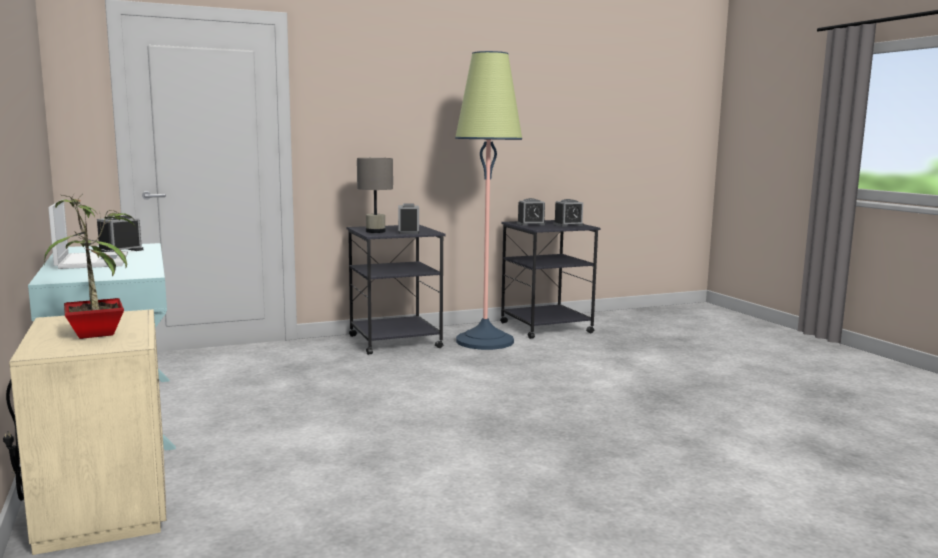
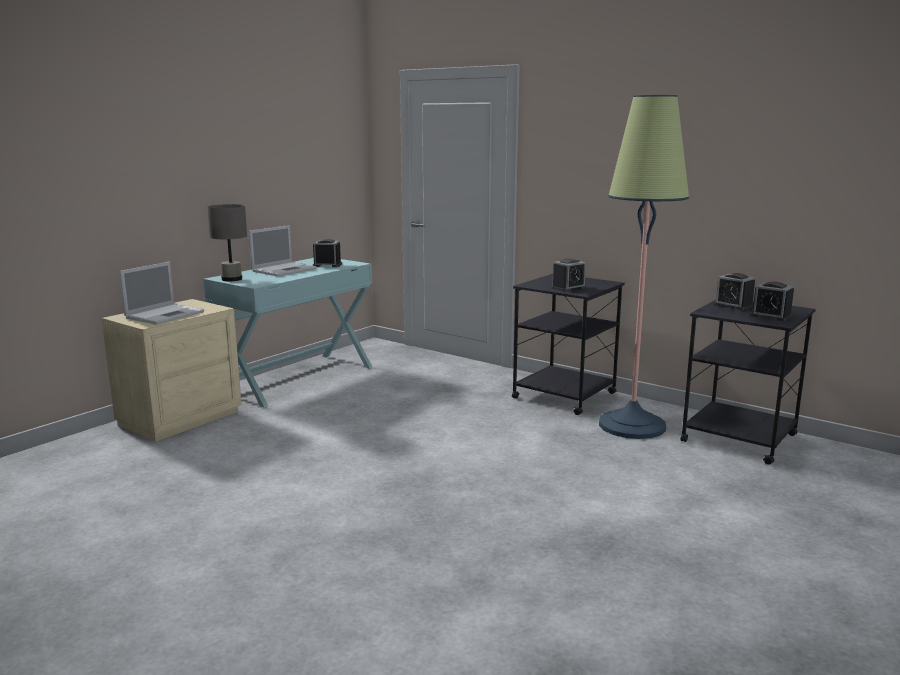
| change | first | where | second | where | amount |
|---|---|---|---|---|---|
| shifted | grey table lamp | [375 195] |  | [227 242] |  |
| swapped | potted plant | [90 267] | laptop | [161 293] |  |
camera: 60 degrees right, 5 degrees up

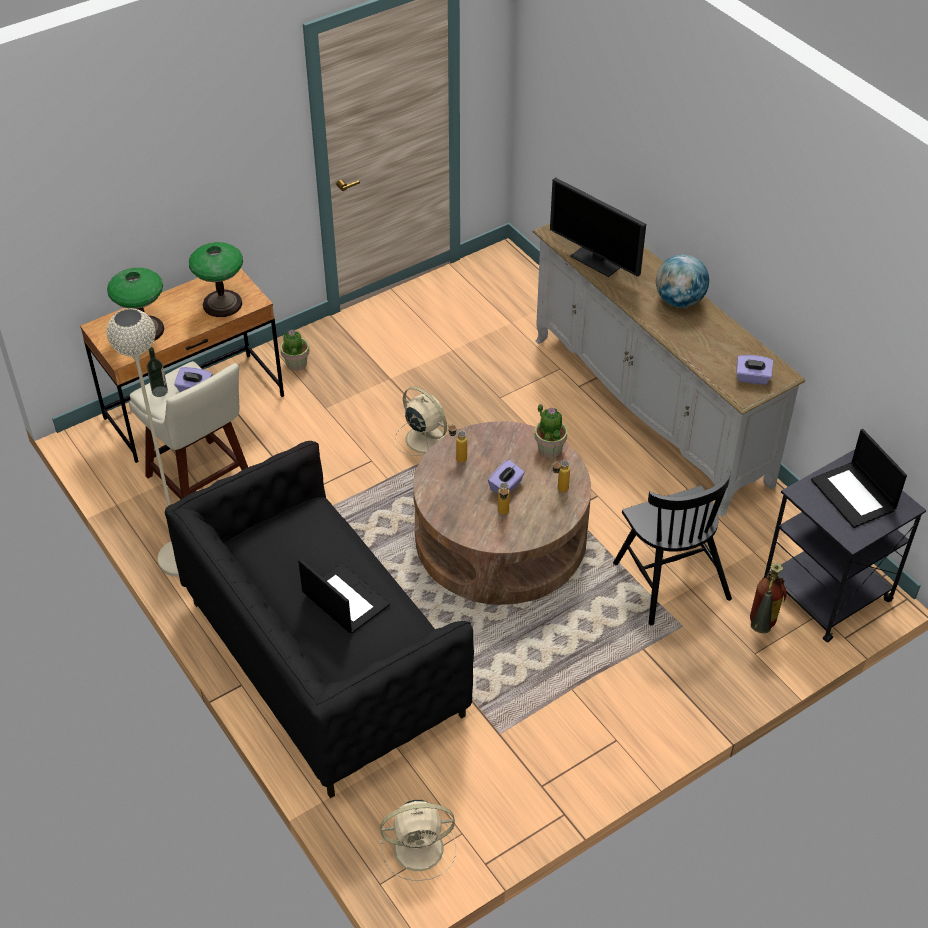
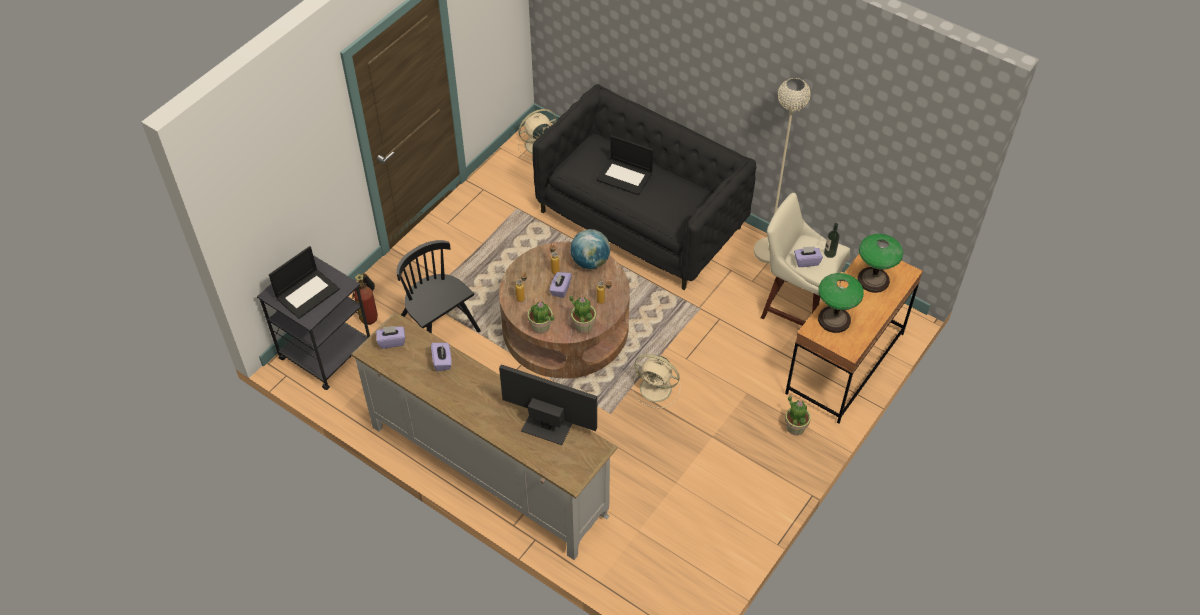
| change | first | where | second | where | amount |
|---|---|---|---|---|---|
| shifted | globe | [682 281] |  | [590 249] |  |
| rotated | laptop | [859 478] |  | [304 282] | 90 degrees clockwise |
| new |  |  | potted plant | [582 314] |  |
| new |  |  | purple tissue box | [441 357] |  |
camera: 160 degrees right, 5 degrees up

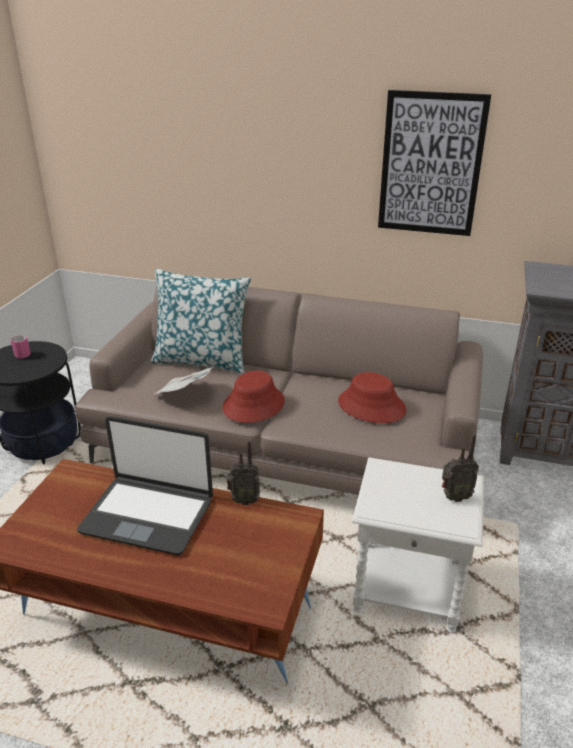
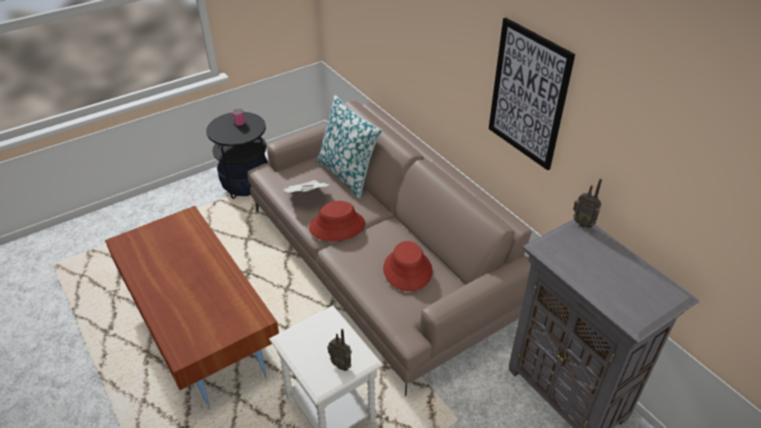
| change | first | where | second | where | amount |
|---|---|---|---|---|---|
| gone | laptop | [145 485] |  |  |  |
| shifted | radio | [243 472] |  | [587 203] |  |
camera: 40 degrees right, 10 degrees up

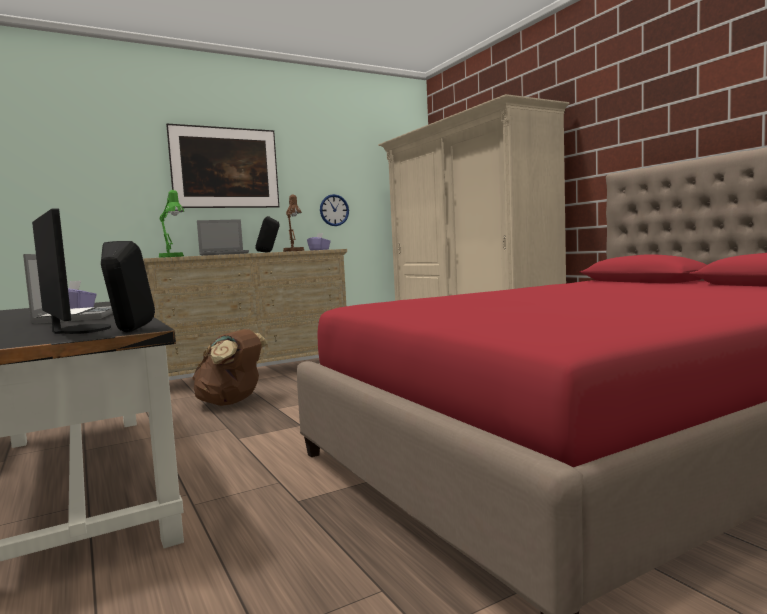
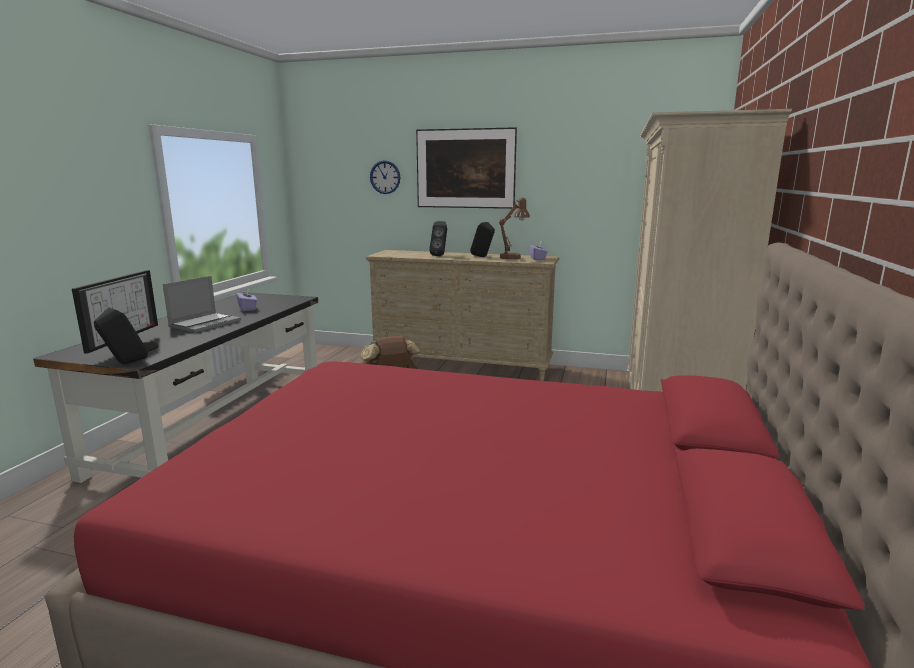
| change | first | where | second | where | amount |
|---|---|---|---|---|---|
| gone | green table lamp | [171 224] |  |  |  |
| shifted | wall clock | [334 210] |  | [385 177] |  |
| swapped | laptop | [223 237] | black speaker | [438 238] |  |
camera: 45 degrees right, 10 degrees up

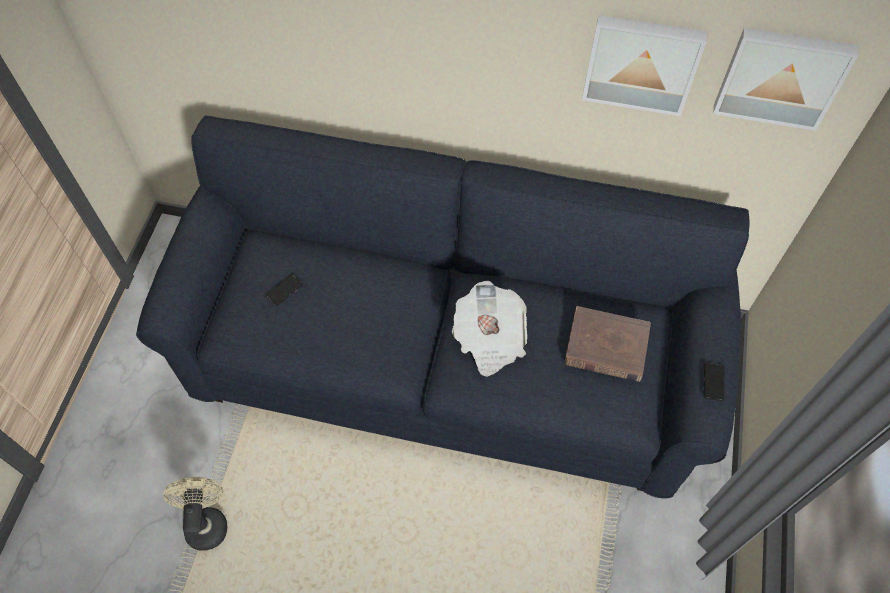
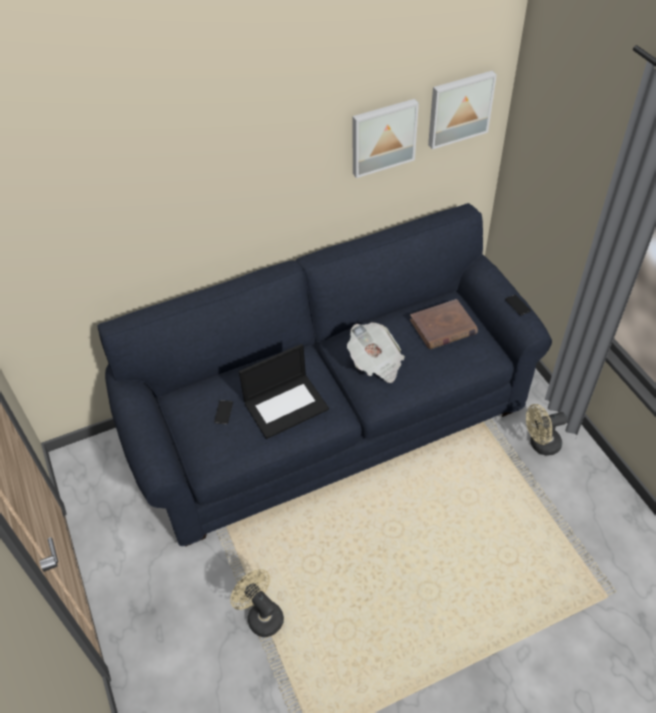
| change | first | where | second | where | amount |
|---|---|---|---|---|---|
| new |  |  | laptop | [284 391] |  |
| new |  |  | beige fan | [546 430] |  |
camera: 35 degrees left, 10 degrees down

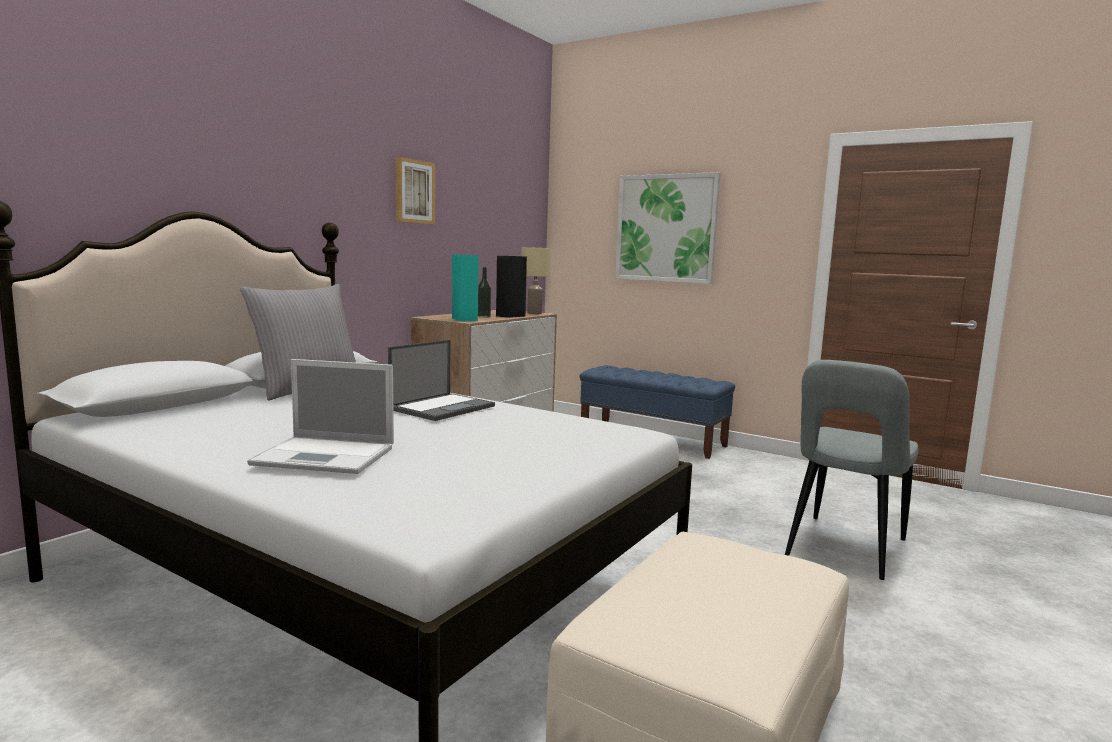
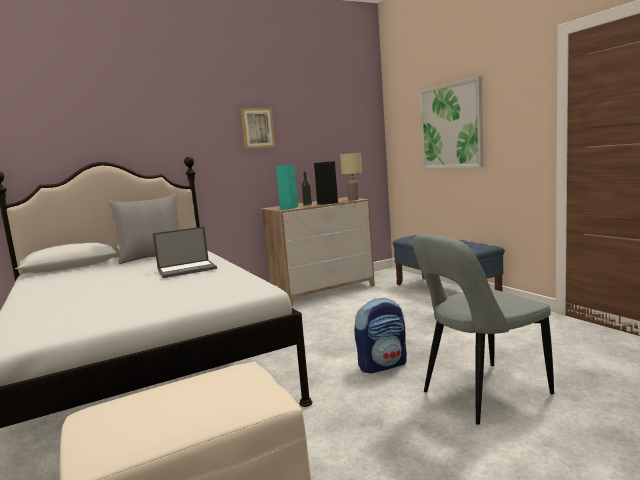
| change | first | where | second | where | amount |
|---|---|---|---|---|---|
| gone | laptop | [320 416] |  |  |  |
| new |  |  | backpack | [380 335] |  |
camera: 30 degrees right, 0 degrees up

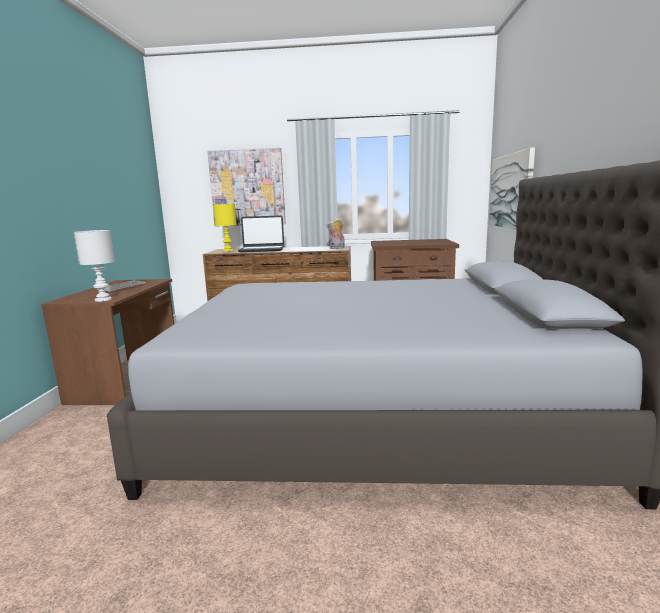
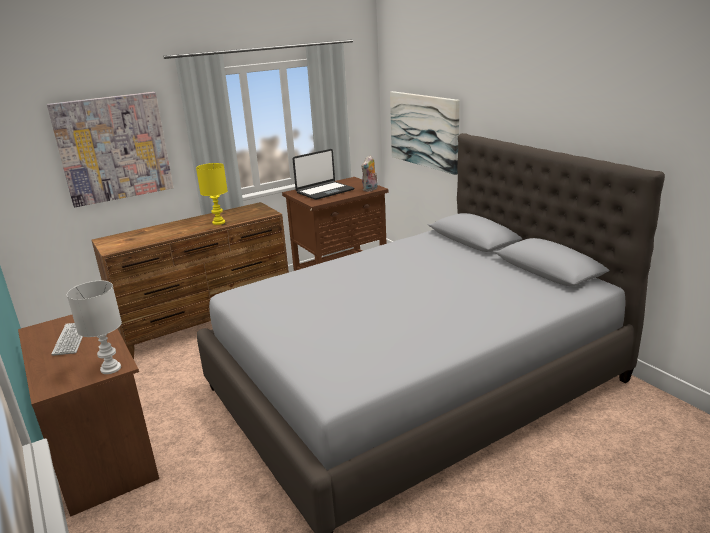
| change | first | where | second | where | amount |
|---|---|---|---|---|---|
| shifted | yellow table lamp | [225 227] |  | [212 194] |  |
| shifted | laptop | [261 233] |  | [323 174] |  |
| shifted | plush toy | [335 233] |  | [369 173] |  |
camera: 35 degrees left, 10 degrees up

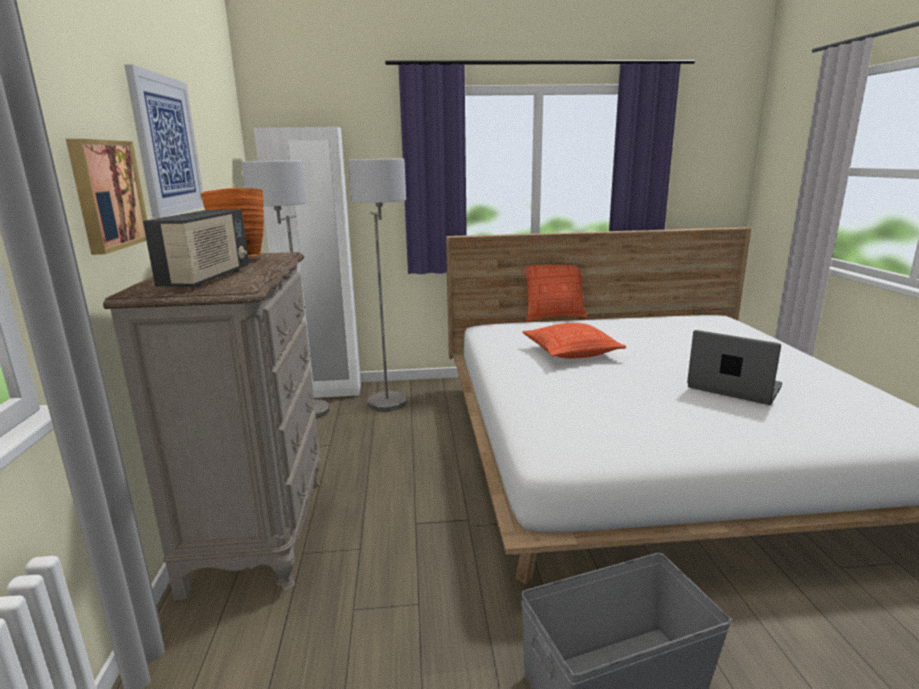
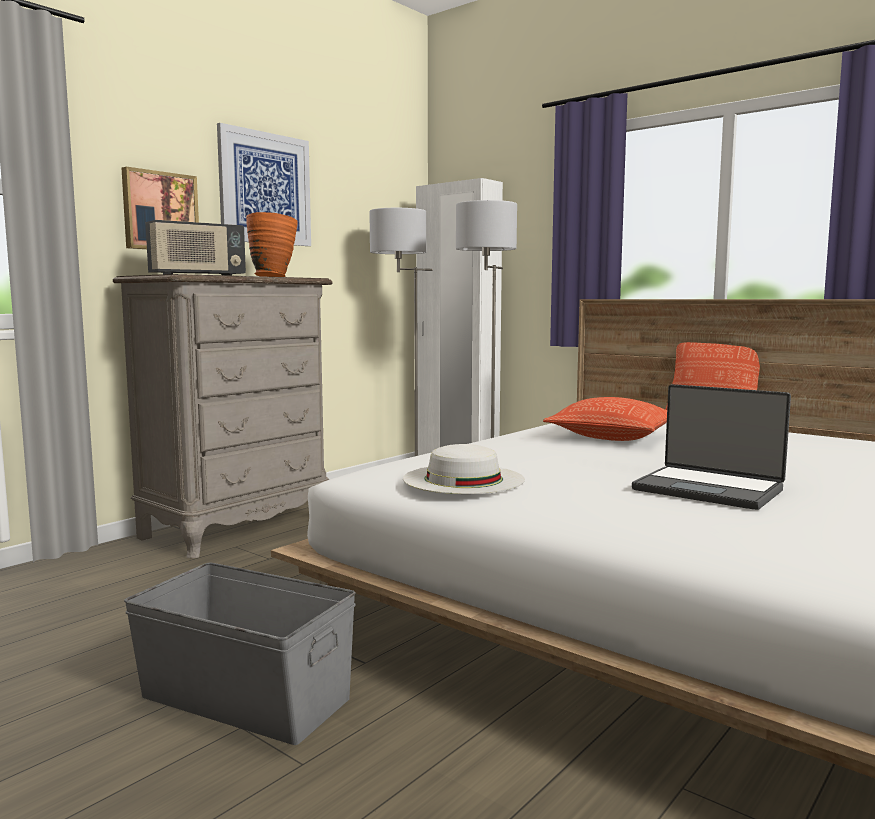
| change | first | where | second | where | amount |
|---|---|---|---|---|---|
| rotated | laptop | [734 367] |  | [711 447] | 135 degrees clockwise |
| new |  |  | white hat | [464 469] |  |
camera: 45 degrees right, 10 degrees down

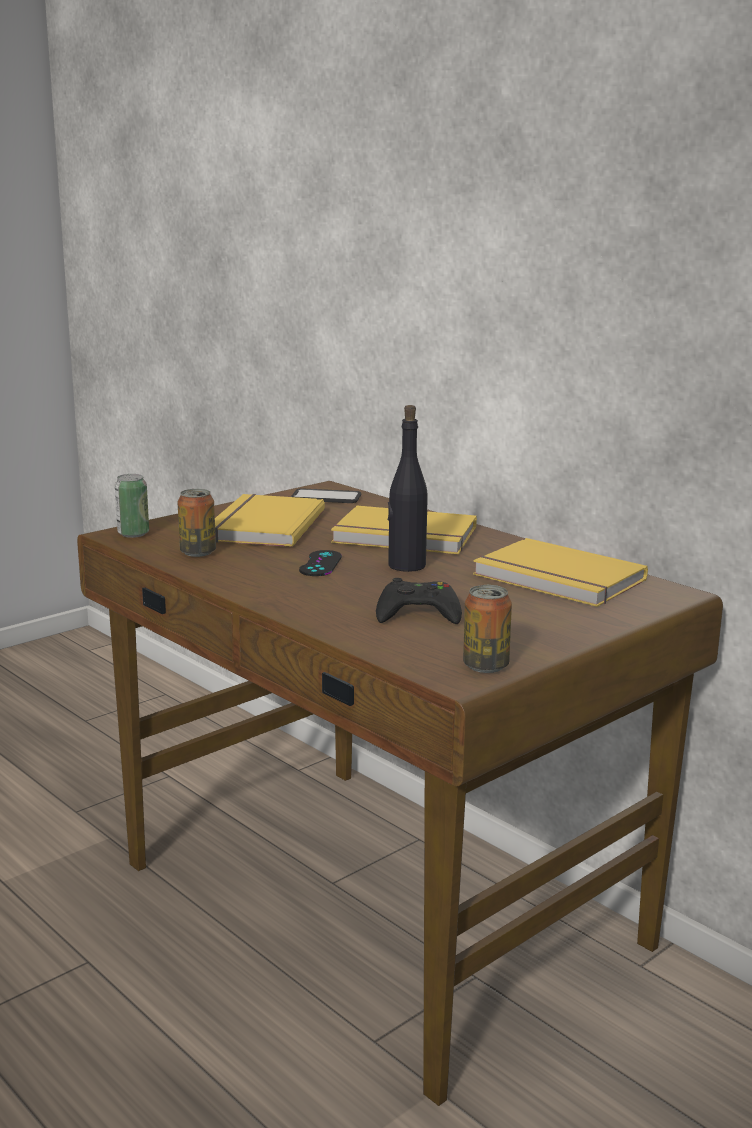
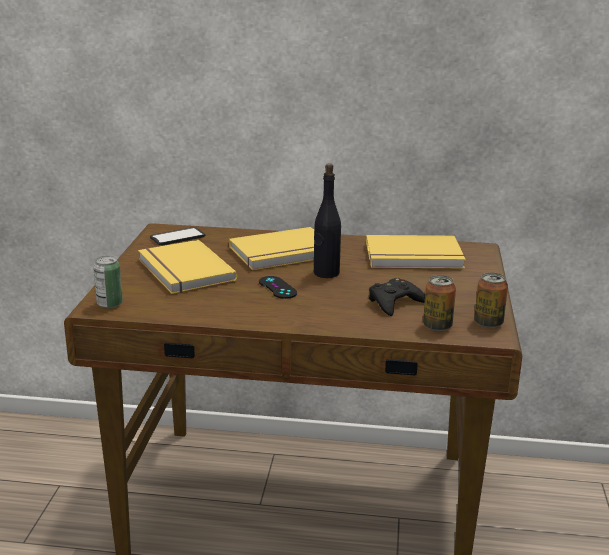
| change | first | where | second | where | amount |
|---|---|---|---|---|---|
| shifted | can | [196 523] |  | [439 303] |  |
camera: 40 degrees left, 5 degrees up

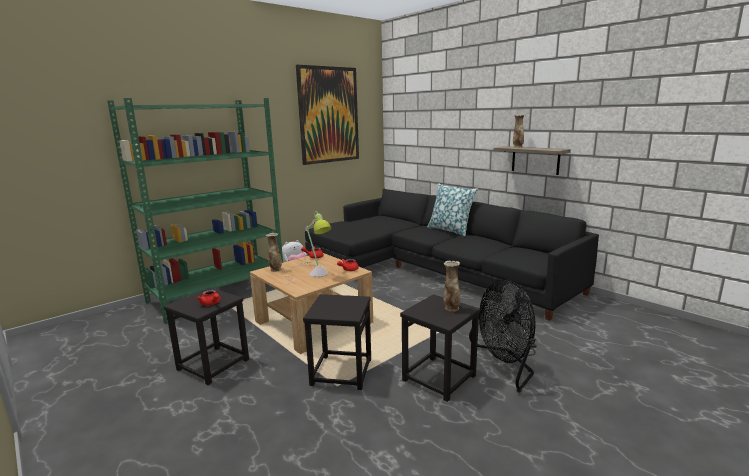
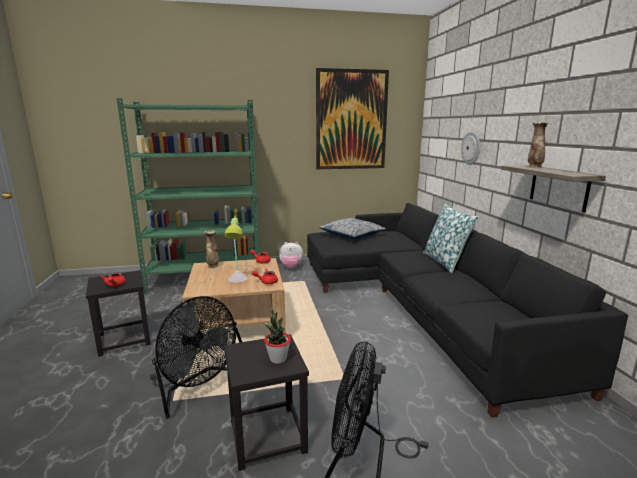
| change | first | where | second | where | amount |
|---|---|---|---|---|---|
| swapped | vase | [452 286] | potted plant | [277 336] |  |
| swapped | black stool | [337 342] | black fan | [196 357] |  |
| new |  |  | wall clock | [470 148] |  |
| new |  |  | pillow | [352 228] |  |
camera: 30 degrees right, 0 degrees up

